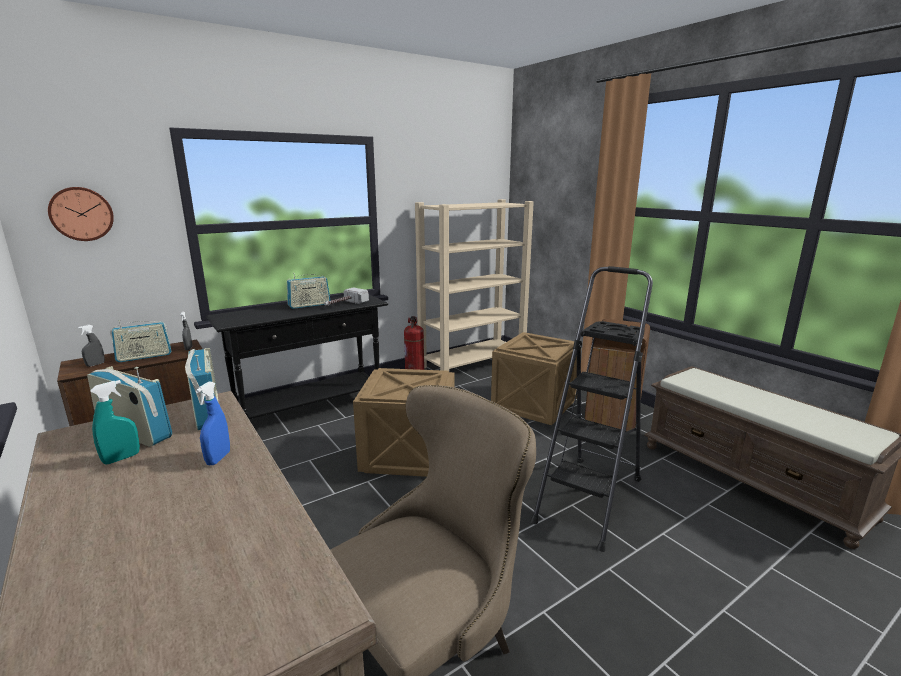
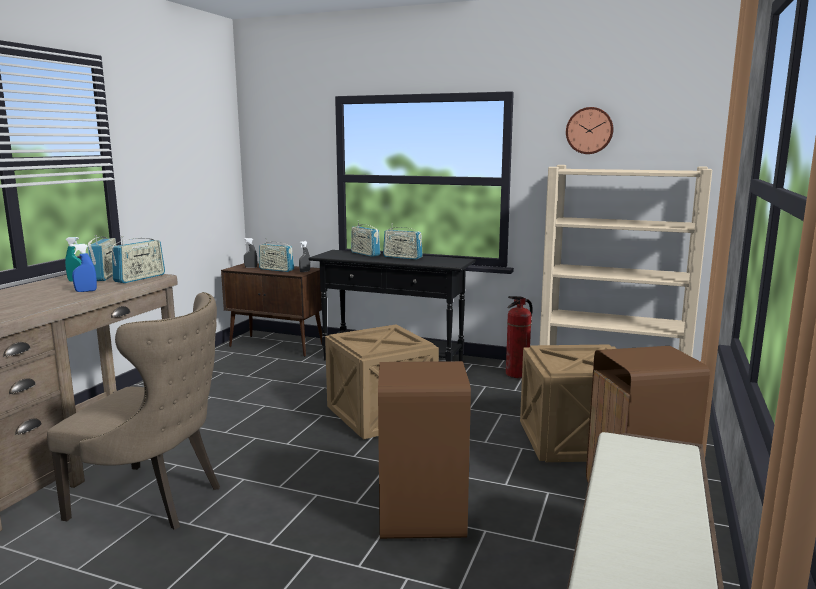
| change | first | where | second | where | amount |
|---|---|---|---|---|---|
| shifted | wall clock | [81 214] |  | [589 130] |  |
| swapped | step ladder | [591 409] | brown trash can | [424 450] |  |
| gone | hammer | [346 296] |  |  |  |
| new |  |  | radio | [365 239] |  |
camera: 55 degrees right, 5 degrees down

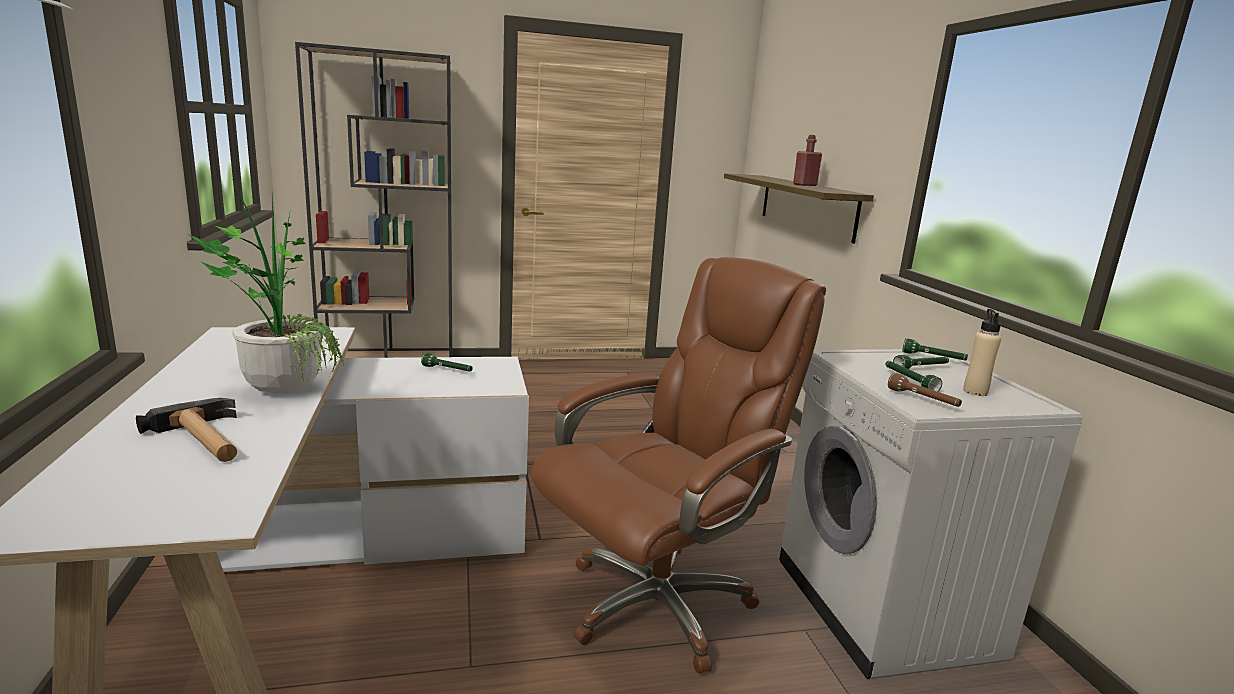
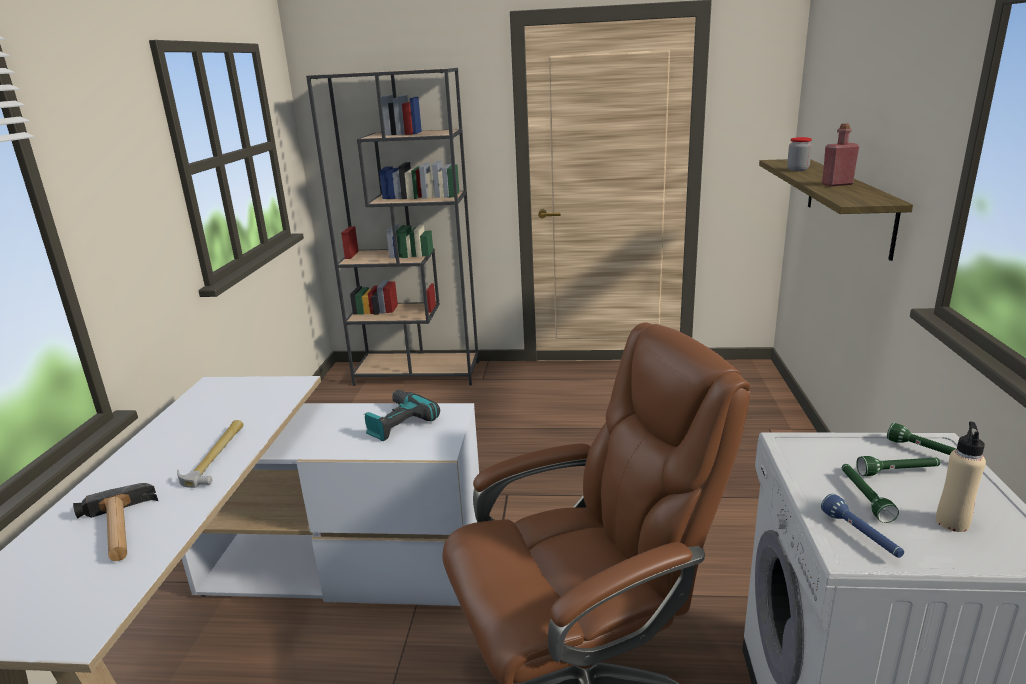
| change | first | where | second | where | amount |
|---|---|---|---|---|---|
| swapped | potted plant | [266 287] | hammer | [210 454] |  |
| swapped | green flashlight | [447 362] | power drill | [402 415] |  |
| repainted | brown flashlight | [925 390] | blue flashlight | [862 526] |  |
| new |  |  | jar | [799 154] |  |
camera: 20 degrees right, 5 degrees up

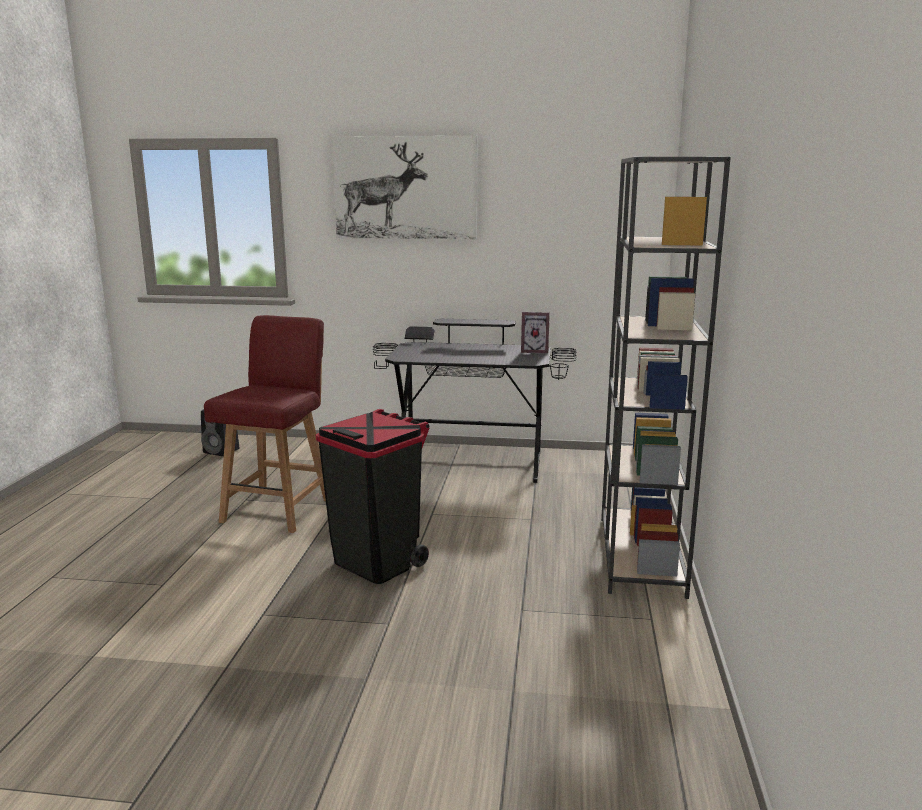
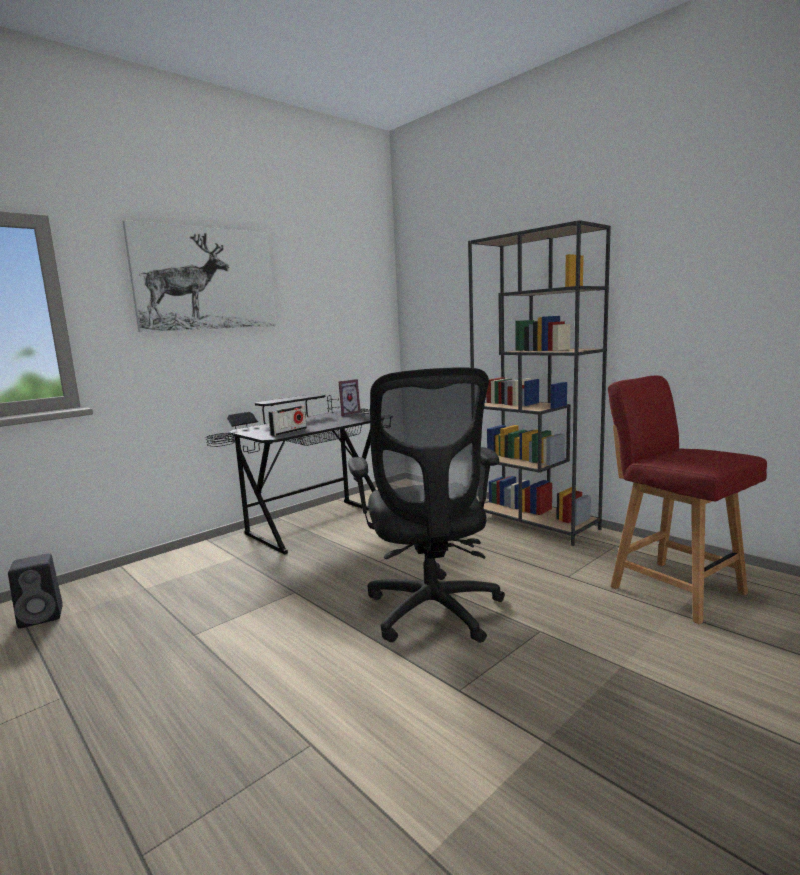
| change | first | where | second | where | amount |
|---|---|---|---|---|---|
| shifted | red chair | [265 424] |  | [687 500] |  |
| swapped | black trash can | [372 496] | black office chair | [426 505] |  |
| new |  |  | radio | [287 420] |  |
camera: 50 degrees left, 5 degrees down

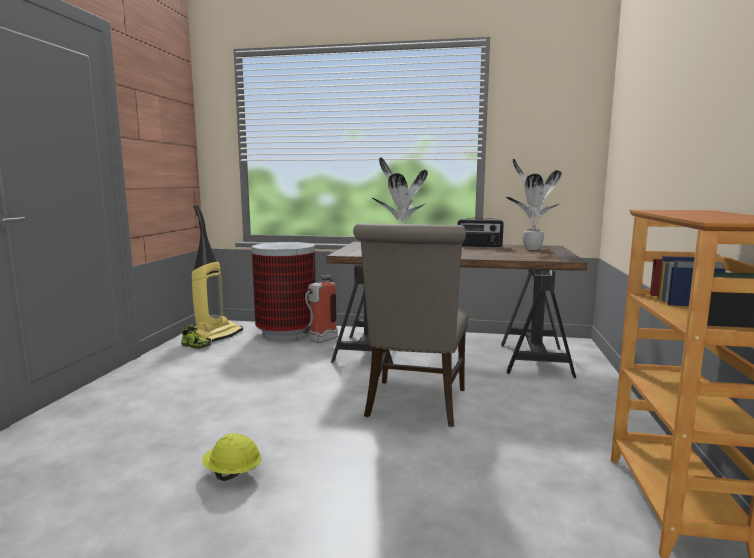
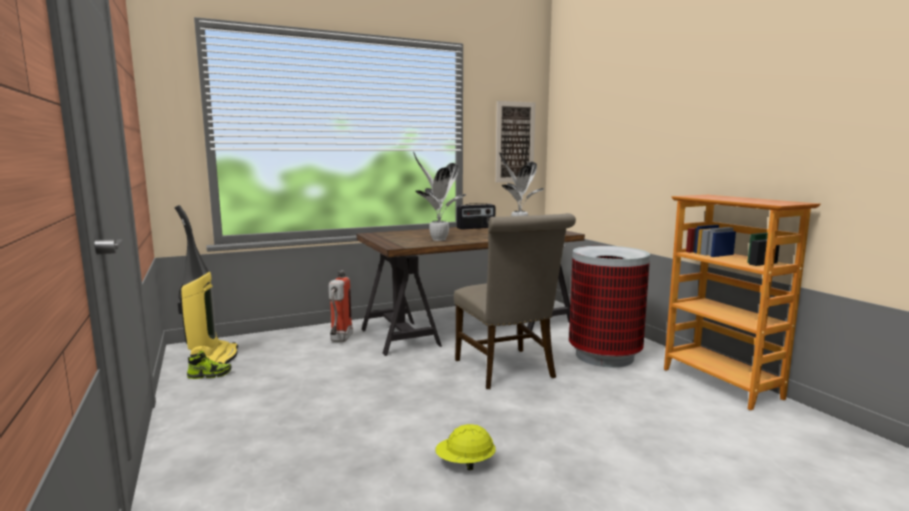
| change | first | where | second | where | amount |
|---|---|---|---|---|---|
| shifted | trash can | [284 292] |  | [609 307] |  |
| new |  |  | picture | [515 141] |  |
camera: 35 degrees left, 0 degrees up

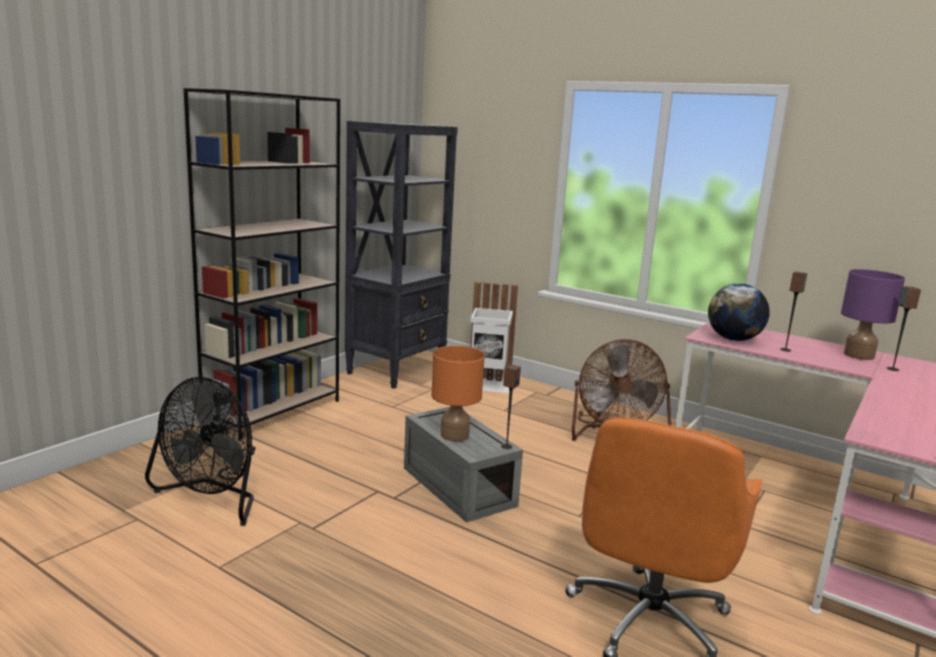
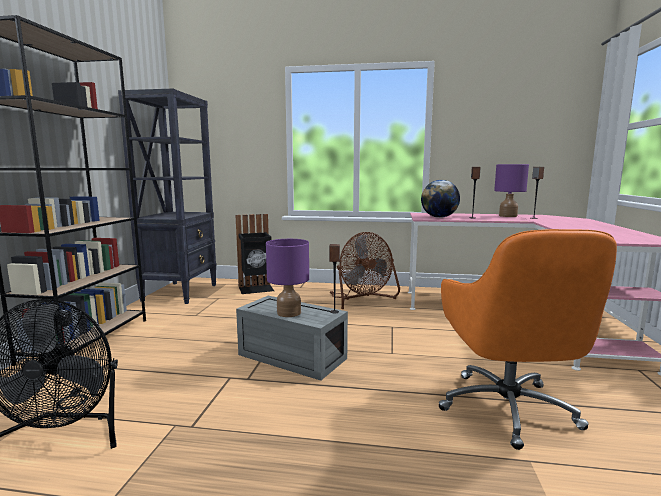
| change | first | where | second | where | amount |
|---|---|---|---|---|---|
| repainted | white trash can | [494 337] | black trash can | [254 254] |  |
| repainted | orange table lamp | [458 393] | purple table lamp | [287 278] |  |
camera: 25 degrees left, 5 degrees down

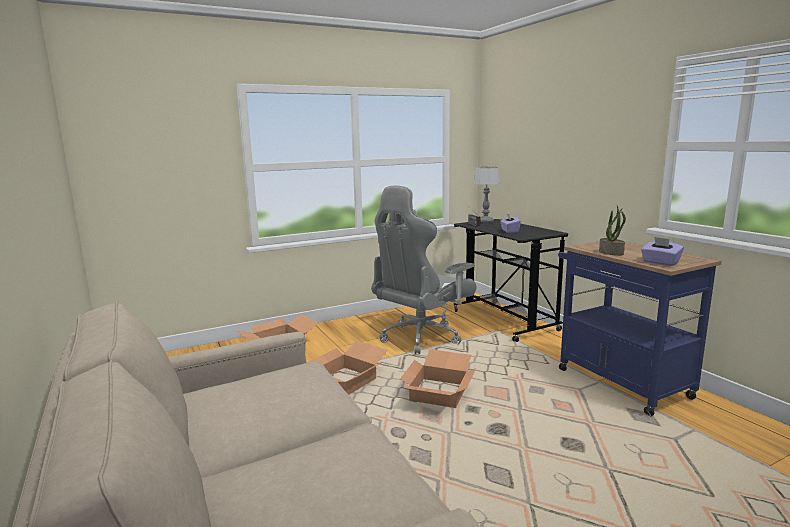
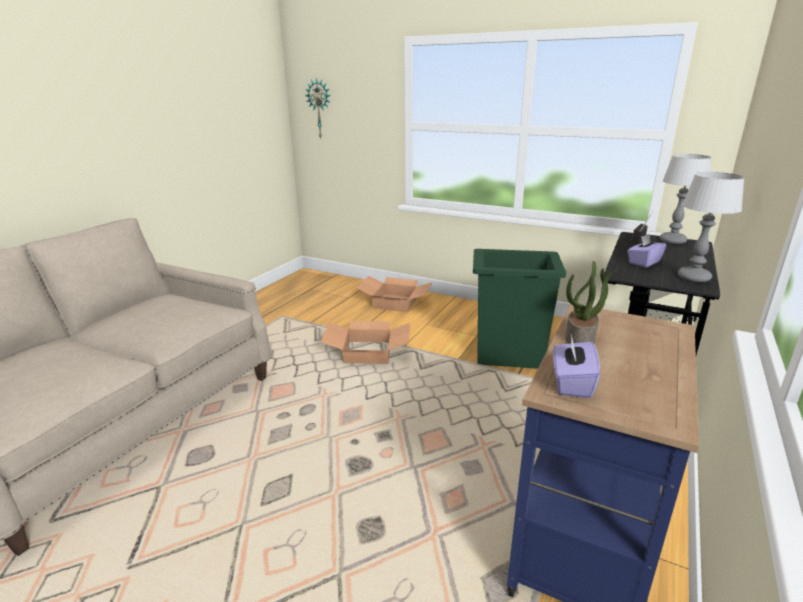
| change | first | where | second | where | amount |
|---|---|---|---|---|---|
| swapped | grey office chair | [423 270] | green trash can | [519 309] |  |
| gone | cardboard box | [438 378] |  |  |  |
| new |  |  | wall clock | [317 108] |  |
| new |  |  | table lamp | [711 227] |  |
camera: 55 degrees right, 10 degrees up

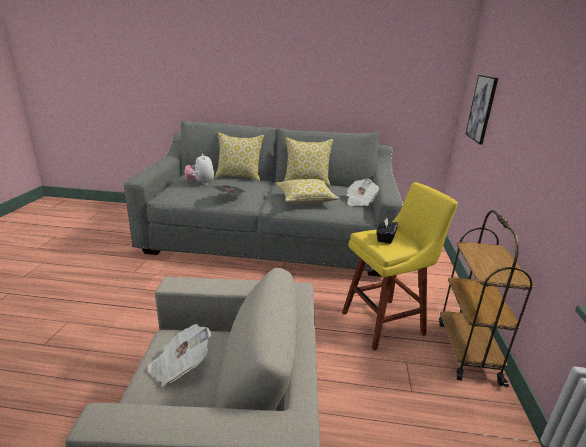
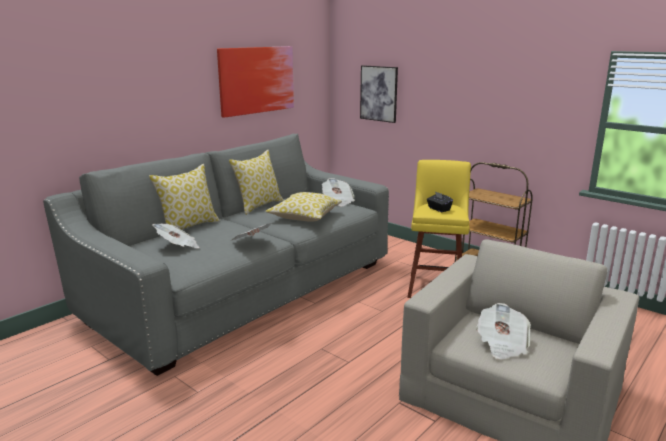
| change | first | where | second | where | amount |
|---|---|---|---|---|---|
| swapped | plush toy | [199 169] | newspaper | [175 235] |  |
| new |  |  | picture | [255 82] |  |
camera: 55 degrees left, 5 degrees down

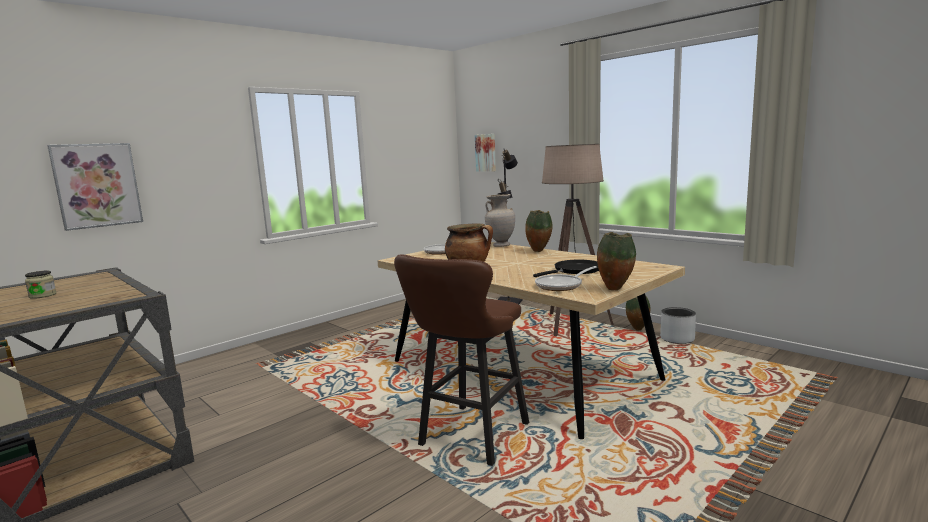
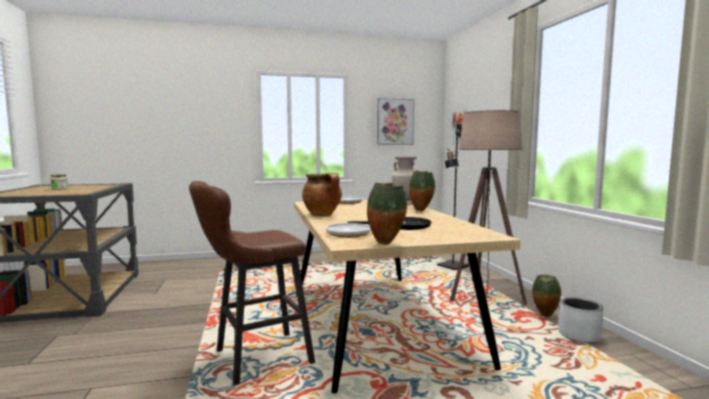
| change | first | where | second | where | amount |
|---|---|---|---|---|---|
| shifted | picture | [95 187] |  | [395 121] |  |
camera: 30 degrees right, 5 degrees down

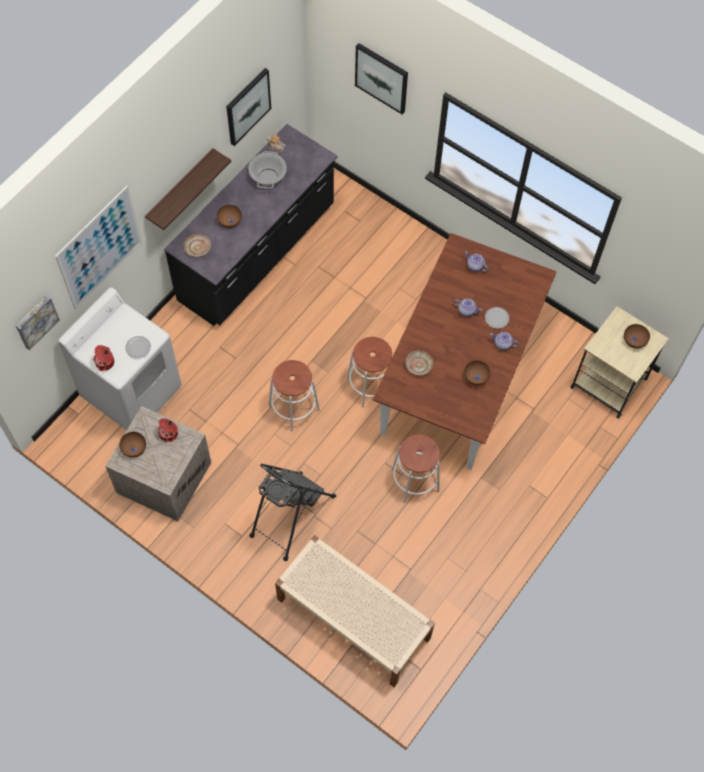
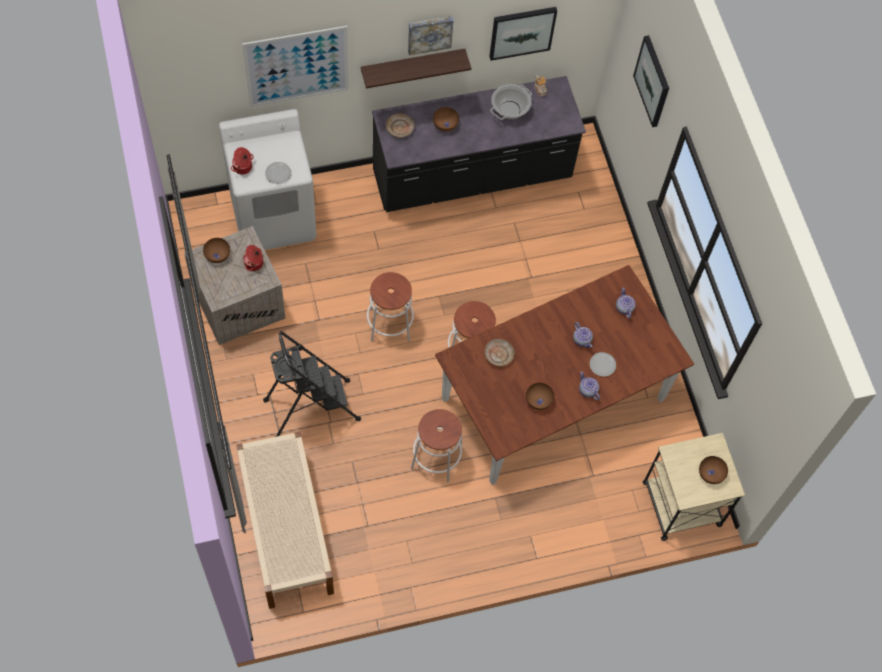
| change | first | where | second | where | amount |
|---|---|---|---|---|---|
| shifted | picture | [38 322] |  | [431 35] |  |
camera: 35 degrees right, 0 degrees up

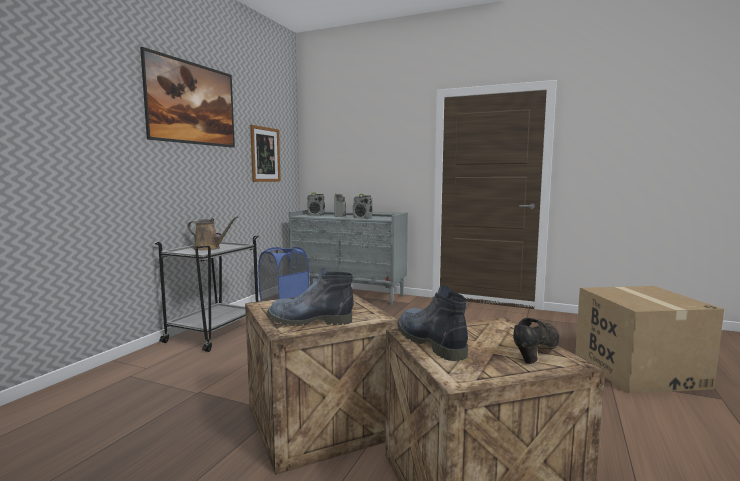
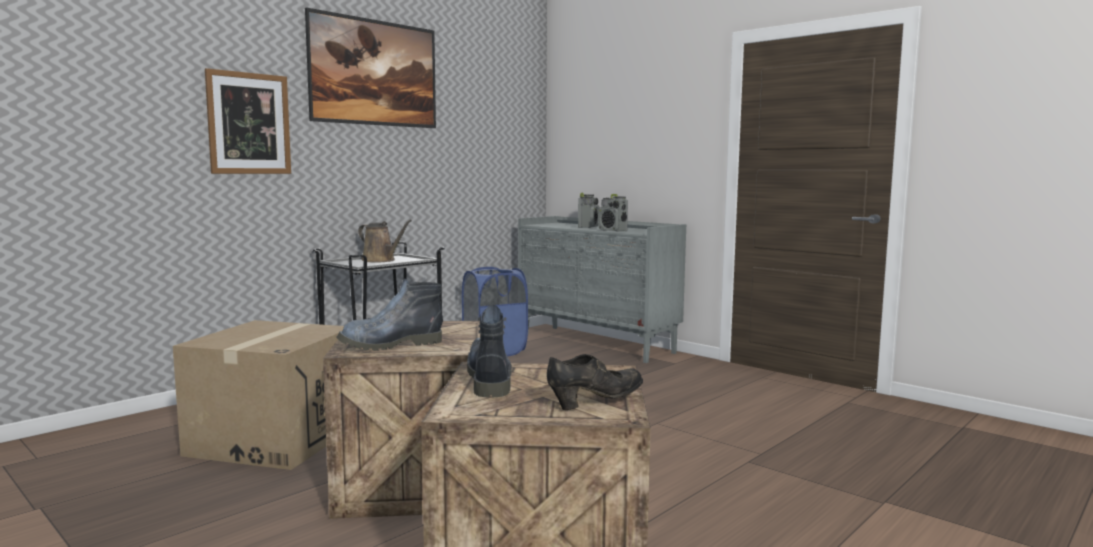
| change | first | where | second | where | amount |
|---|---|---|---|---|---|
| shifted | picture | [265 153] |  | [248 121] |  |
| gone | radio | [316 203] |  |  |  |
| rotated | boot | [310 297] |  | [389 315] | 45 degrees counterclockwise |
| shifted | cardboard box | [649 340] |  | [258 395] |  |
camera: 20 degrees right, 0 degrees up

